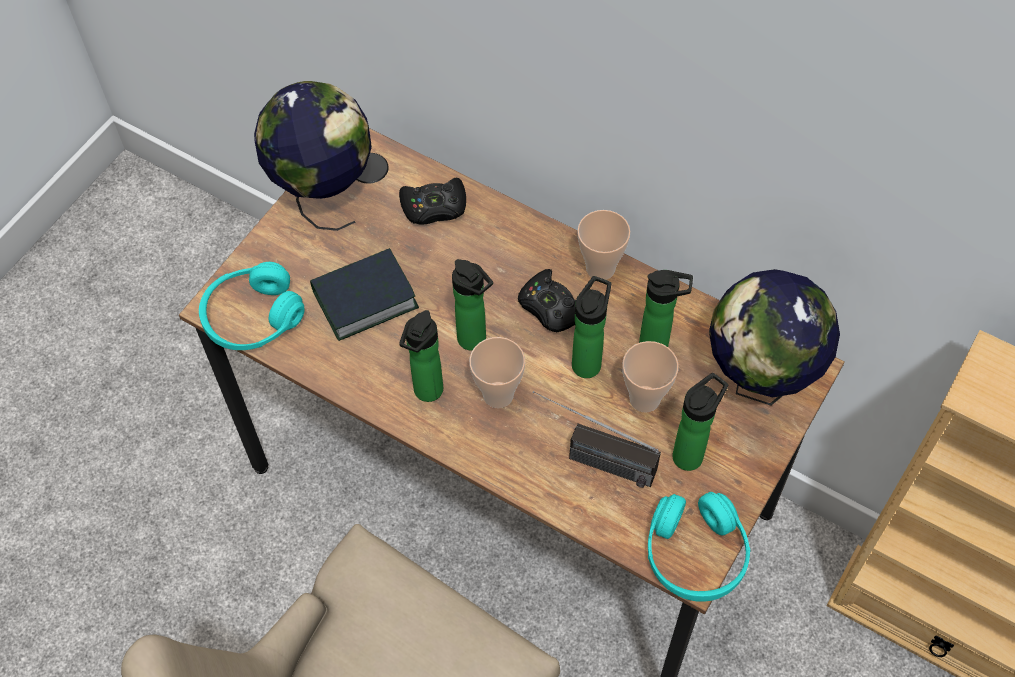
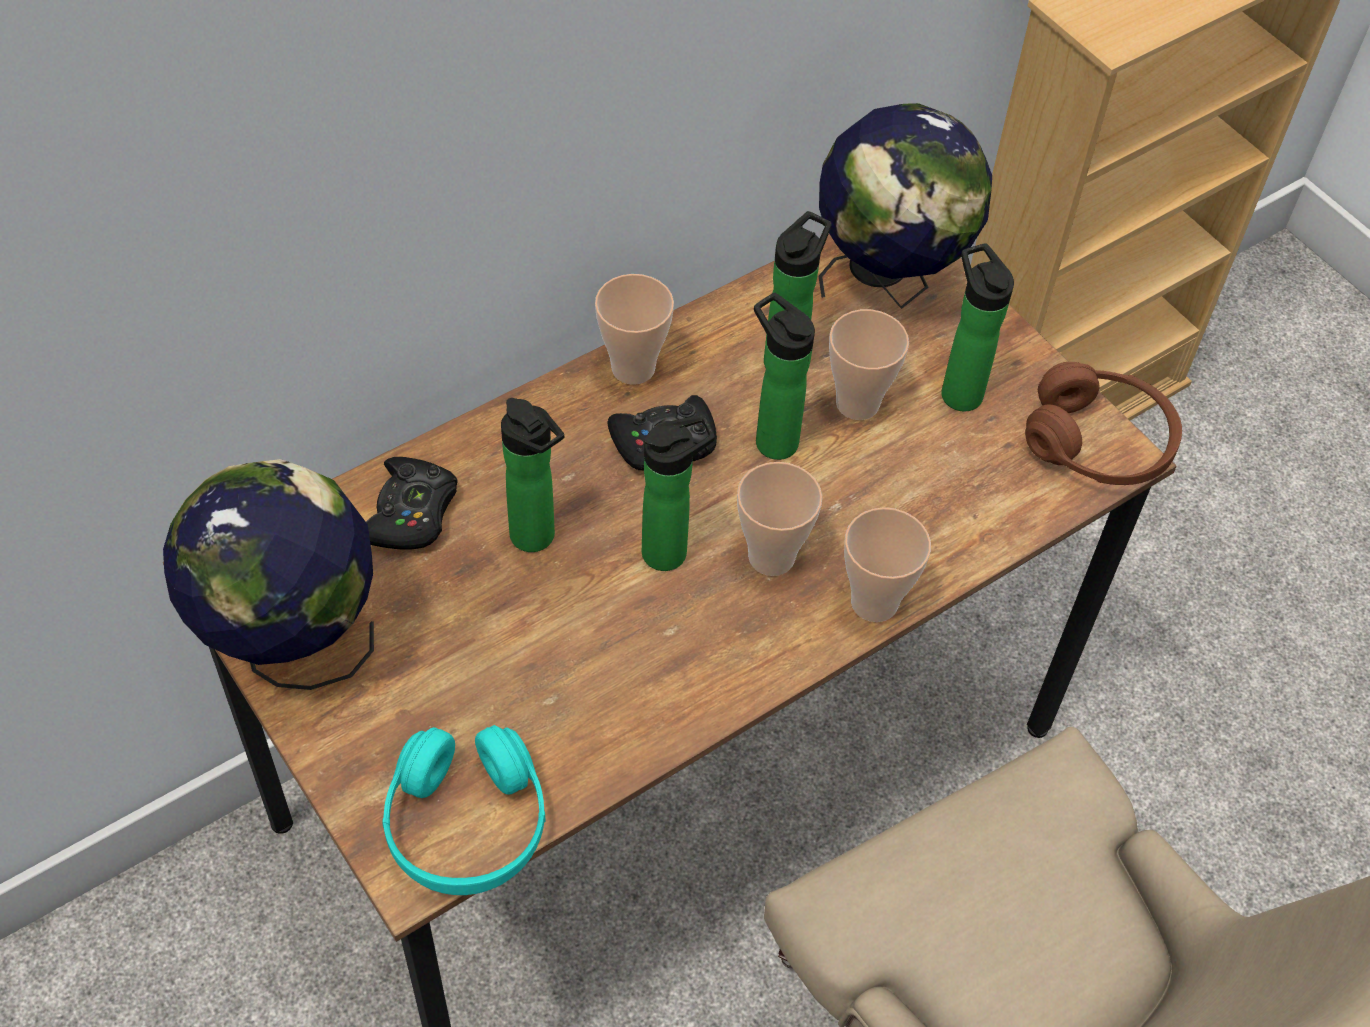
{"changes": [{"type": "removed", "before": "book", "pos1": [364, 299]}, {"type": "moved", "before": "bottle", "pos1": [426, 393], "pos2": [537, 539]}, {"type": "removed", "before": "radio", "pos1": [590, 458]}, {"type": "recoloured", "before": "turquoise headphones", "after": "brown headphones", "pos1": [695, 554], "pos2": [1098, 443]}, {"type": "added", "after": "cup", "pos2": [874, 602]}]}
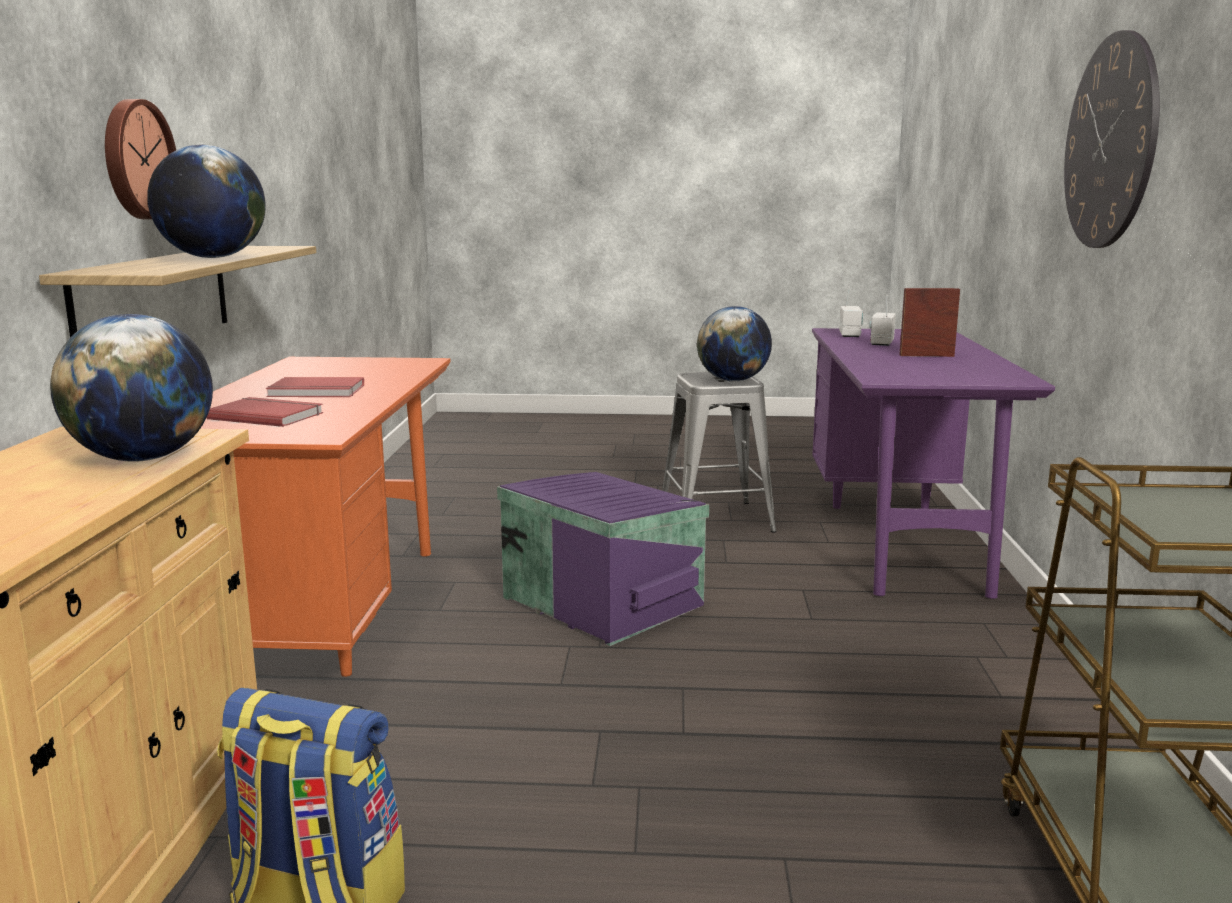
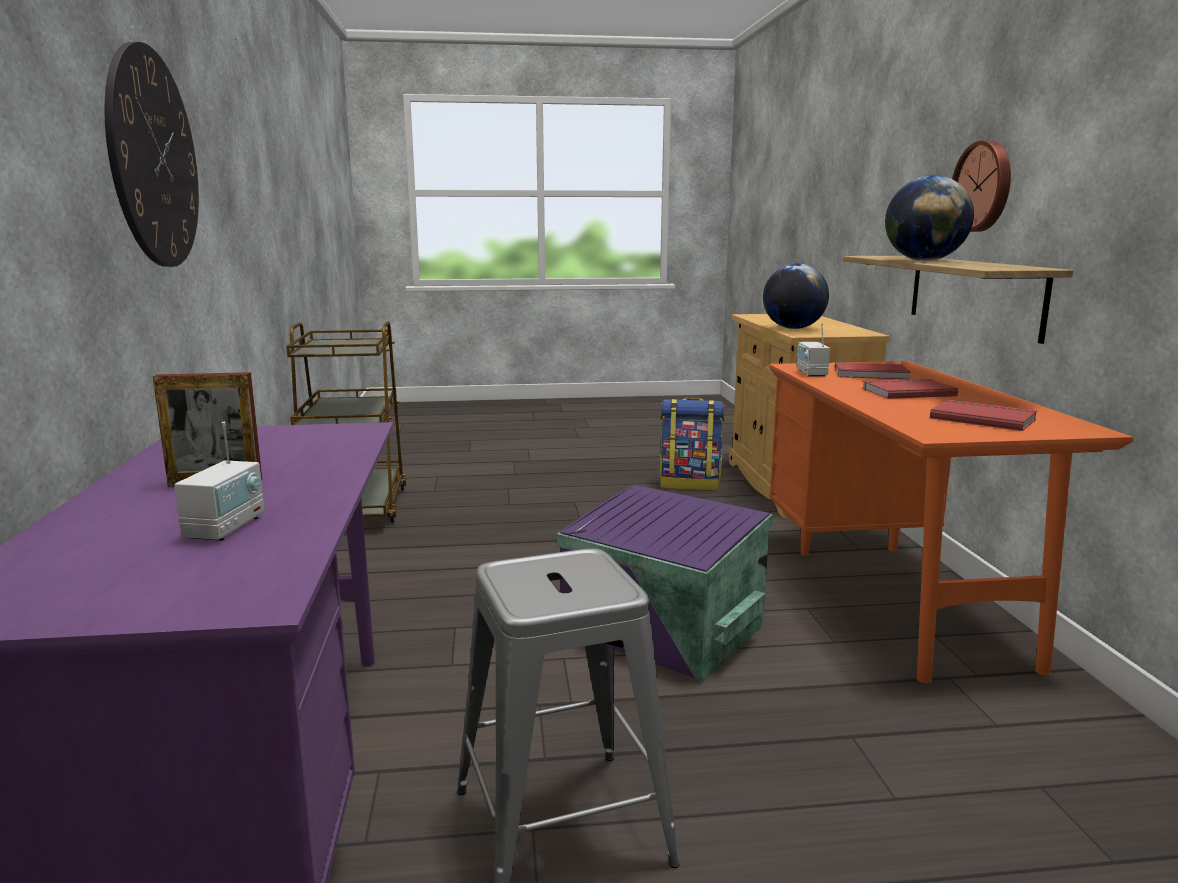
{"changes": [{"type": "removed", "before": "globe", "pos1": [733, 380]}, {"type": "moved", "before": "radio", "pos1": [850, 334], "pos2": [811, 373]}, {"type": "added", "after": "red book", "pos2": [982, 418]}]}
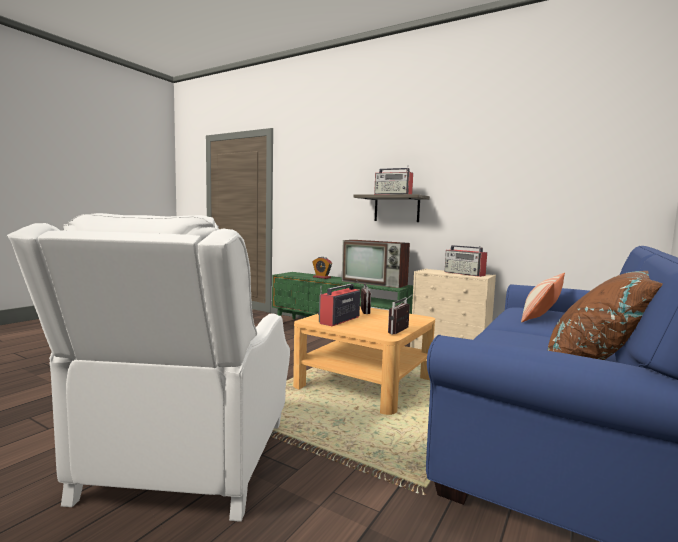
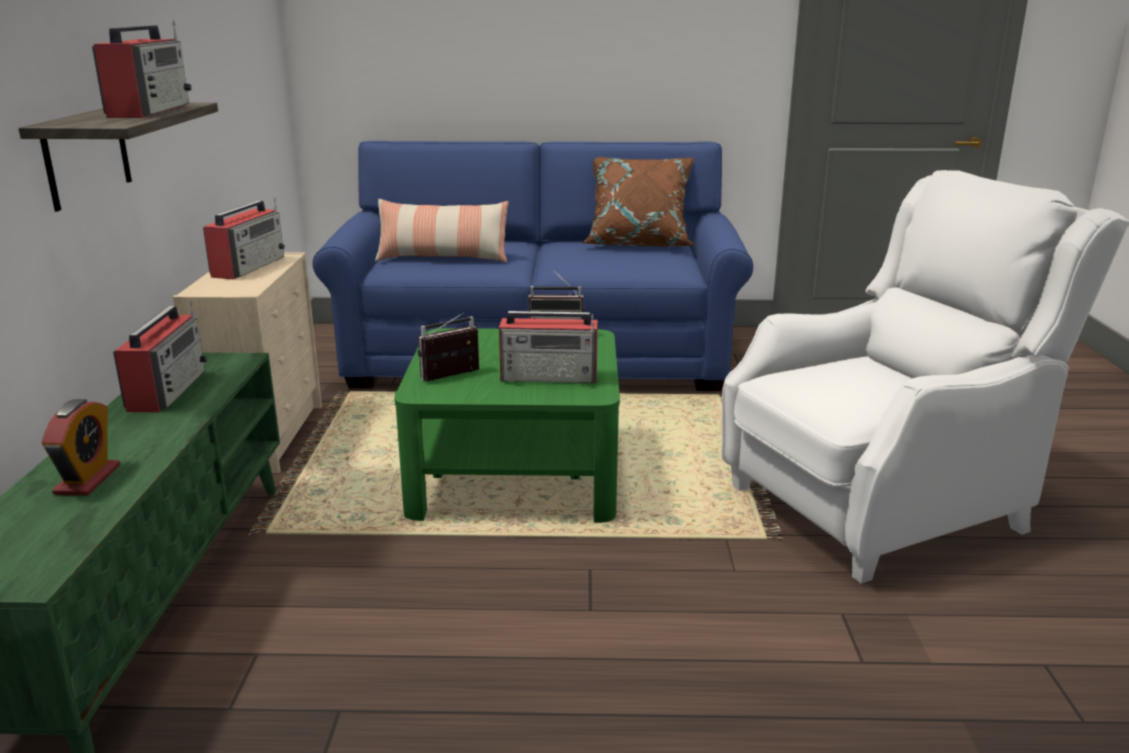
{"changes": [{"type": "recoloured", "before": "beige coffee table", "after": "green coffee table", "pos1": [365, 383], "pos2": [517, 472]}, {"type": "replaced", "before": "television", "after": "radio", "pos1": [375, 283], "pos2": [167, 390]}]}
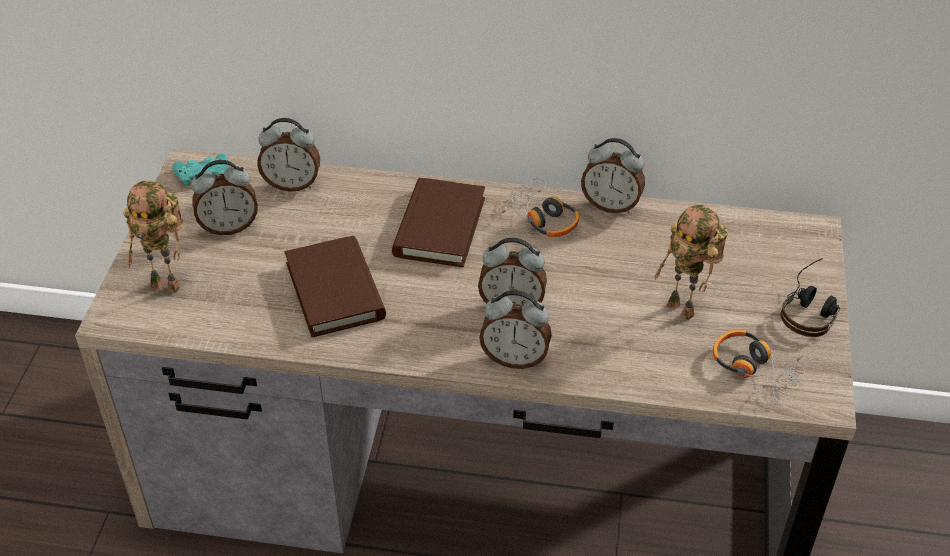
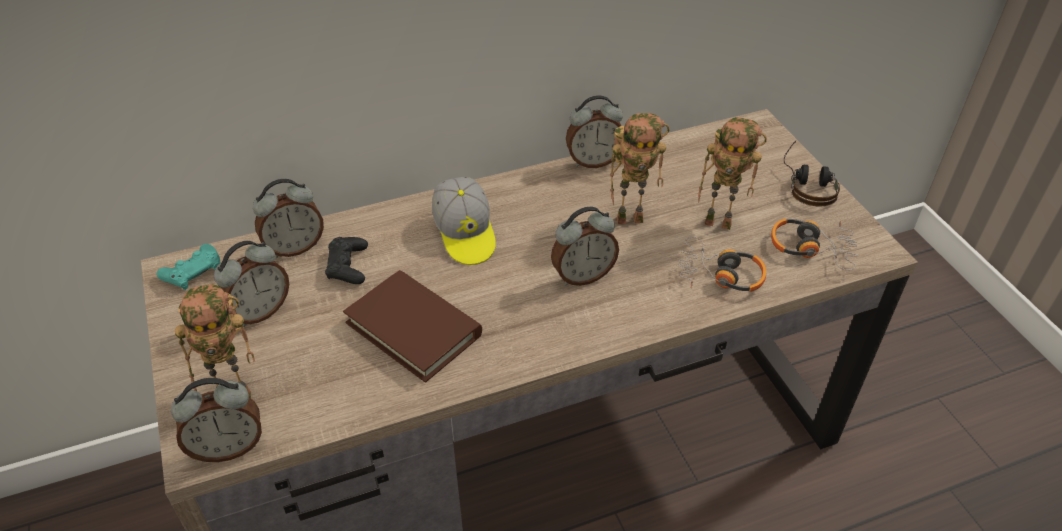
{"changes": [{"type": "replaced", "before": "brown book", "after": "cap", "pos1": [439, 227], "pos2": [465, 233]}, {"type": "moved", "before": "alarm clock", "pos1": [515, 358], "pos2": [228, 447]}, {"type": "moved", "before": "headphones", "pos1": [540, 217], "pos2": [720, 275]}, {"type": "added", "after": "black game controller", "pos2": [348, 266]}, {"type": "added", "after": "toy robot", "pos2": [631, 218]}]}
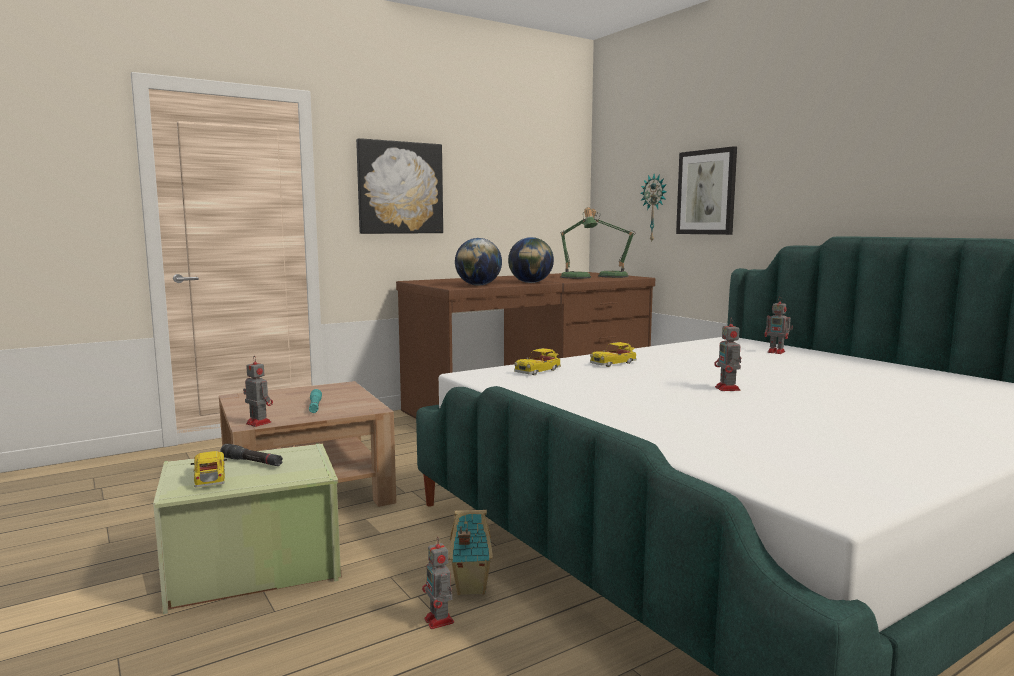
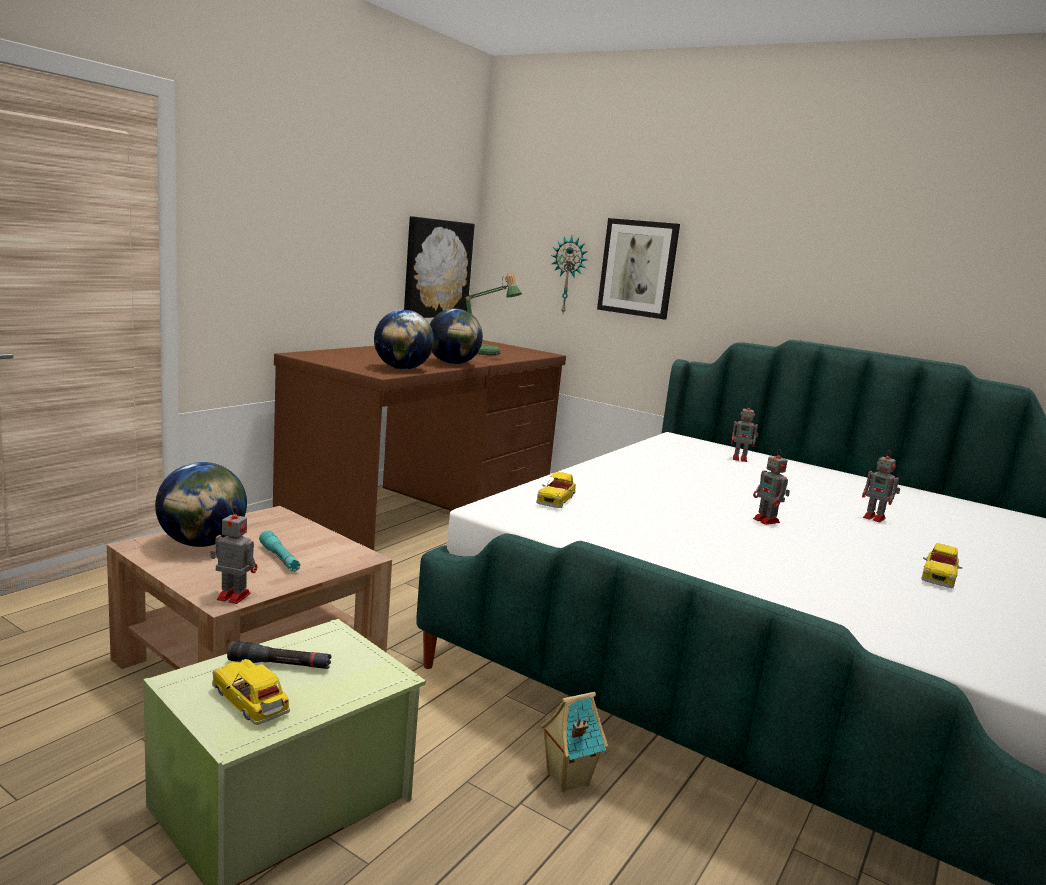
{"changes": [{"type": "moved", "before": "picture", "pos1": [400, 188], "pos2": [437, 268]}, {"type": "moved", "before": "toy robot", "pos1": [439, 621], "pos2": [875, 518]}, {"type": "removed", "before": "table lamp", "pos1": [608, 276]}, {"type": "moved", "before": "toy car", "pos1": [614, 363], "pos2": [939, 576]}, {"type": "added", "after": "globe", "pos2": [202, 543]}]}
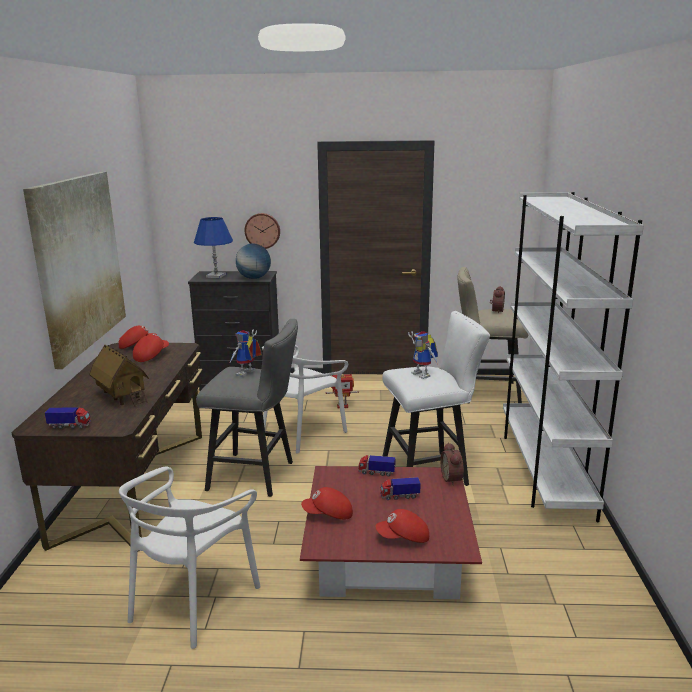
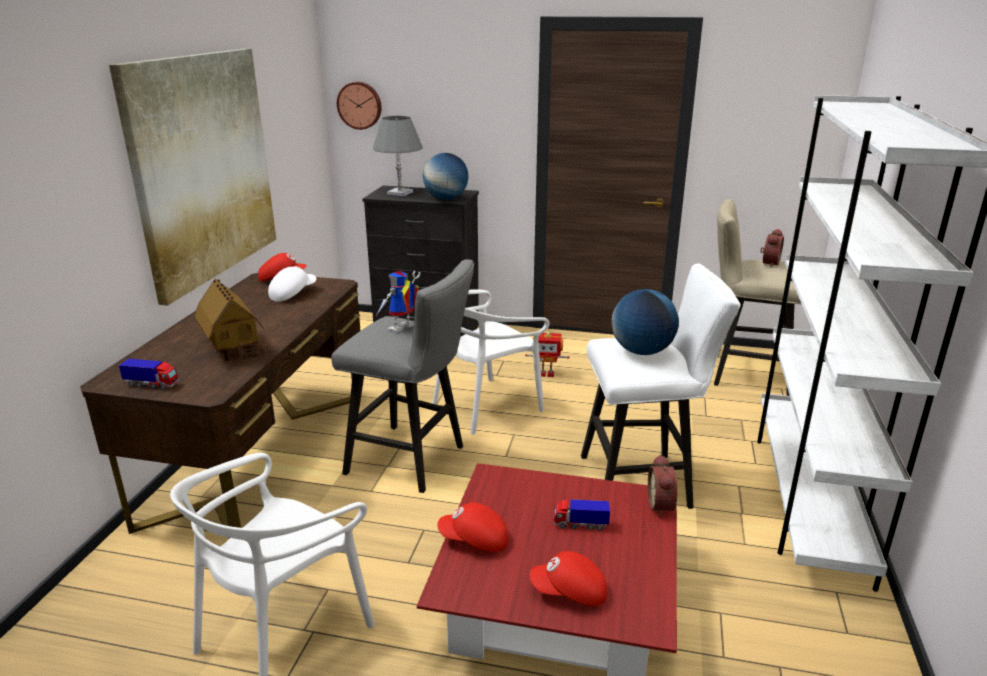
{"changes": [{"type": "recoloured", "before": "red cap", "after": "white cap", "pos1": [151, 356], "pos2": [292, 294]}, {"type": "recoloured", "before": "blue table lamp", "after": "grey table lamp", "pos1": [216, 276], "pos2": [400, 193]}, {"type": "moved", "before": "wall clock", "pos1": [262, 230], "pos2": [360, 105]}, {"type": "removed", "before": "toy truck", "pos1": [376, 472]}, {"type": "replaced", "before": "toy robot", "after": "globe", "pos1": [424, 374], "pos2": [642, 351]}]}
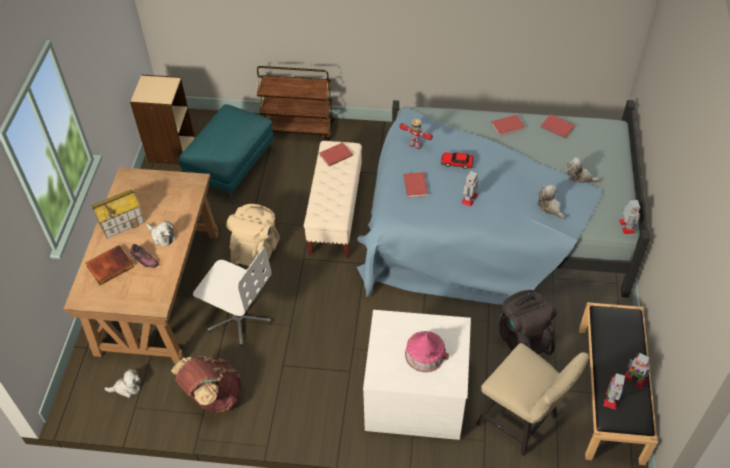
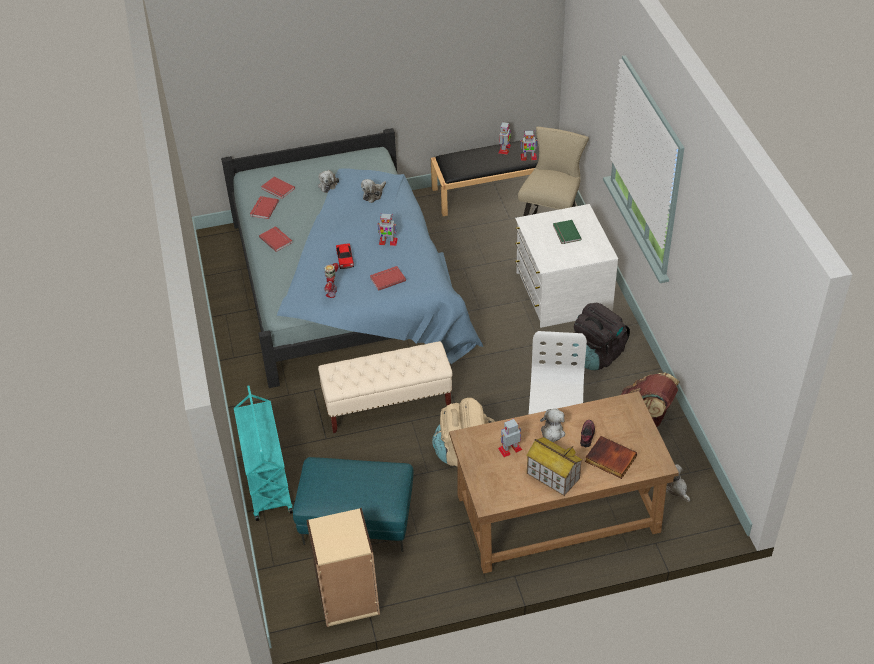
{"changes": [{"type": "recoloured", "before": "brown cart", "after": "turquoise cart", "pos1": [298, 128], "pos2": [266, 482]}, {"type": "moved", "before": "red book", "pos1": [335, 155], "pos2": [277, 189]}, {"type": "replaced", "before": "toy house", "after": "green book", "pos1": [425, 354], "pos2": [566, 233]}, {"type": "moved", "before": "black backpack", "pos1": [522, 338], "pos2": [597, 355]}, {"type": "moved", "before": "toy robot", "pos1": [627, 226], "pos2": [510, 449]}]}
